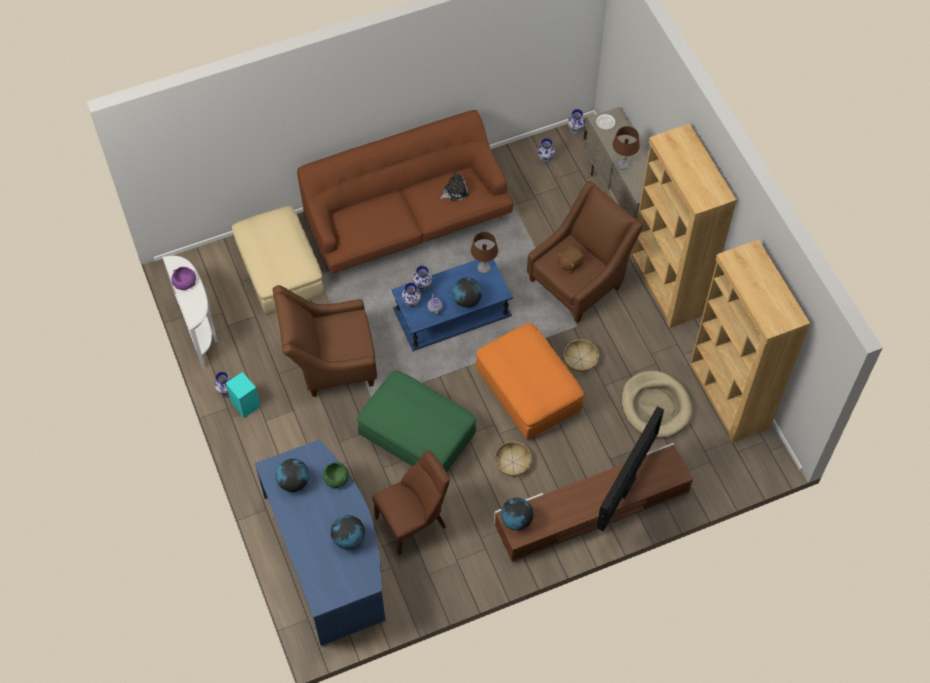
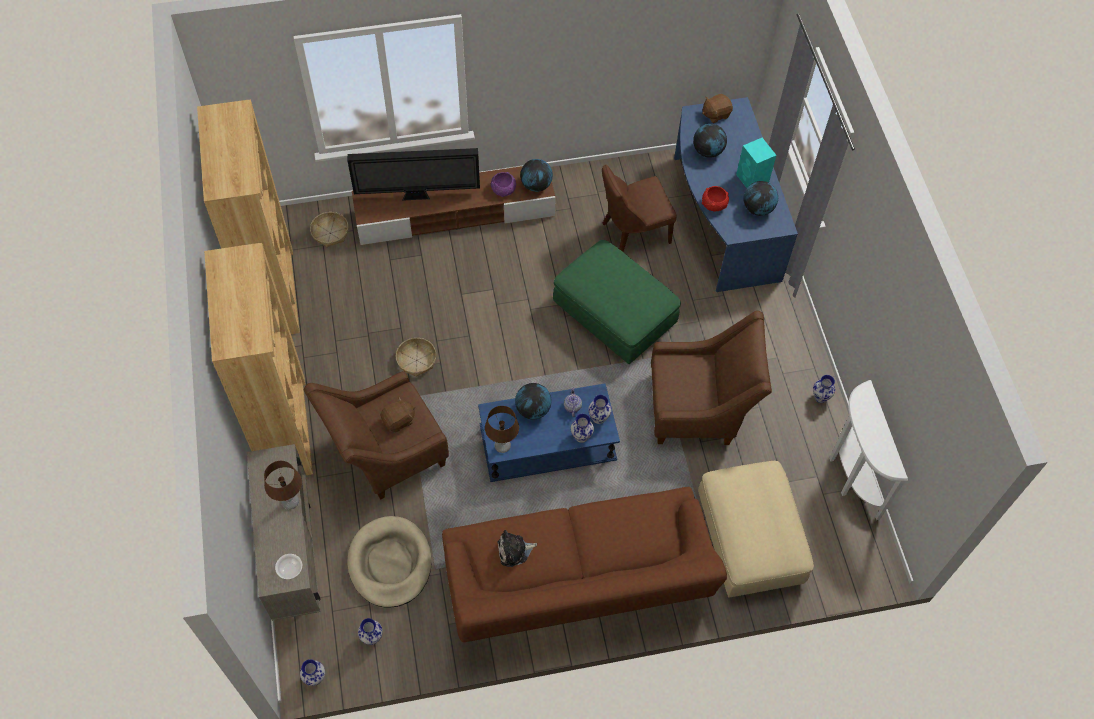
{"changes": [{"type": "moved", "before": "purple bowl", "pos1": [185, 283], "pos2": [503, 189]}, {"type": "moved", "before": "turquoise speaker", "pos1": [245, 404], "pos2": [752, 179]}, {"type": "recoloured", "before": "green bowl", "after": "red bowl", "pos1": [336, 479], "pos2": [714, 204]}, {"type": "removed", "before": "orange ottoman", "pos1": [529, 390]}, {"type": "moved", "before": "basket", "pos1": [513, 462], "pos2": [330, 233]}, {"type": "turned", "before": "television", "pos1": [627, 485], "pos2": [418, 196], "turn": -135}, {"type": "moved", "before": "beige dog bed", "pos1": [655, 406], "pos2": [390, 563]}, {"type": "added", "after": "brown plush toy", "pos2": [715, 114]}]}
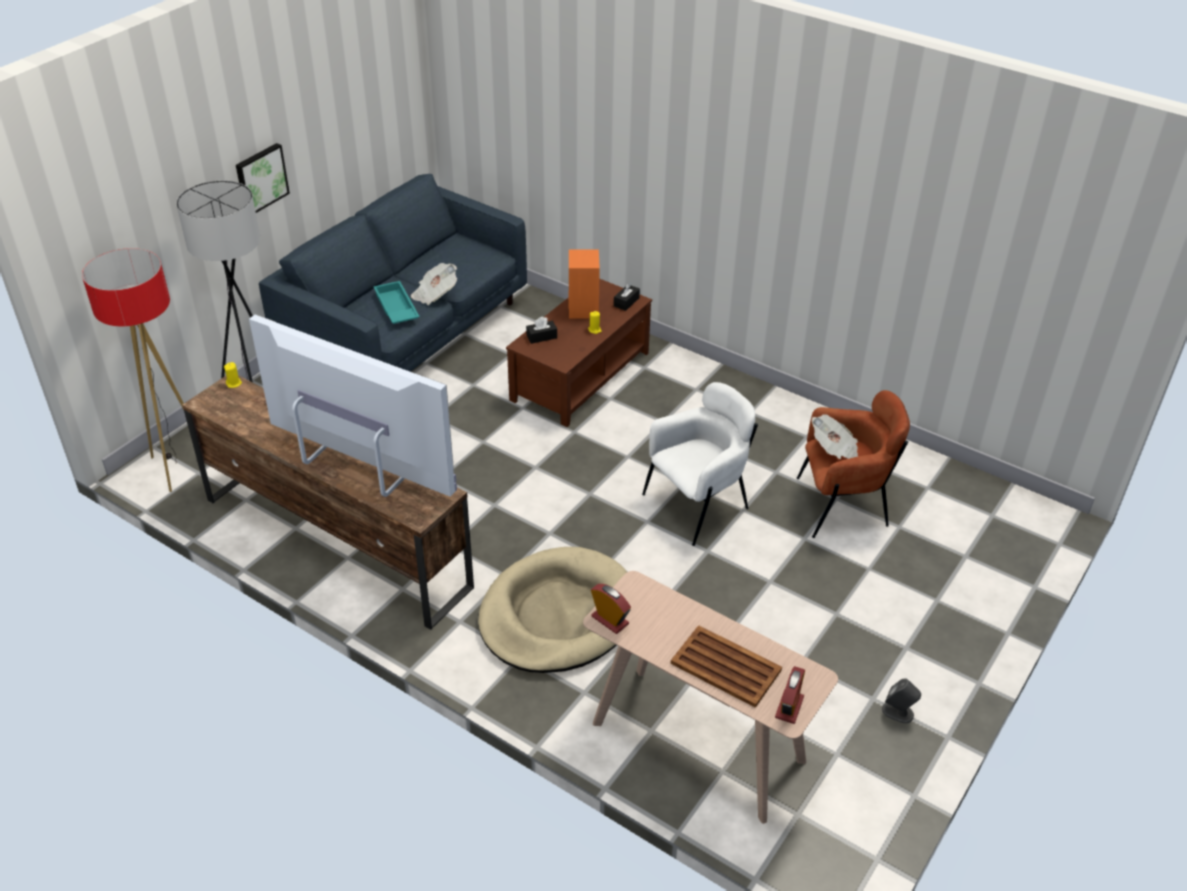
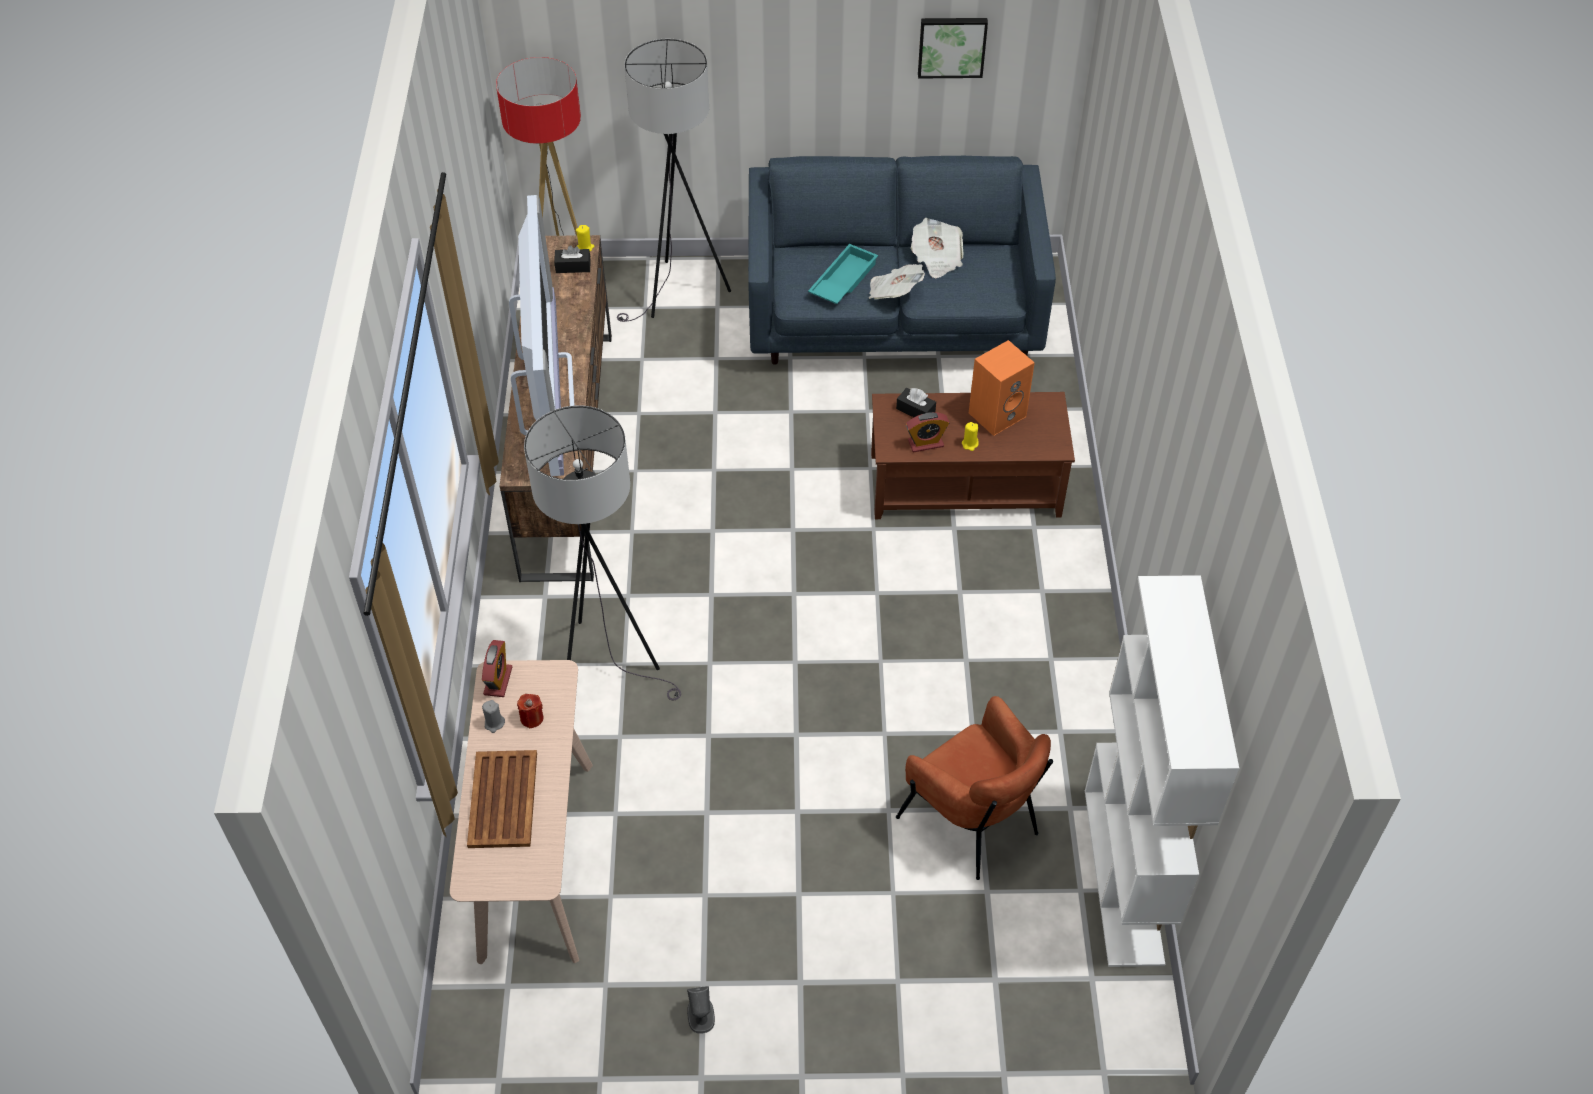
{"changes": [{"type": "moved", "before": "picture", "pos1": [260, 178], "pos2": [952, 46]}, {"type": "replaced", "before": "beige dog bed", "after": "grey floor lamp", "pos1": [558, 615], "pos2": [609, 663]}, {"type": "moved", "before": "black tissue box", "pos1": [626, 302], "pos2": [573, 266]}, {"type": "removed", "before": "white armchair", "pos1": [698, 505]}, {"type": "moved", "before": "alarm clock", "pos1": [789, 707], "pos2": [925, 443]}, {"type": "moved", "before": "newspaper", "pos1": [834, 449], "pos2": [936, 258]}, {"type": "added", "after": "grey candle", "pos2": [494, 723]}, {"type": "added", "after": "red candle", "pos2": [532, 718]}, {"type": "added", "after": "white bookcase", "pos2": [1124, 876]}]}
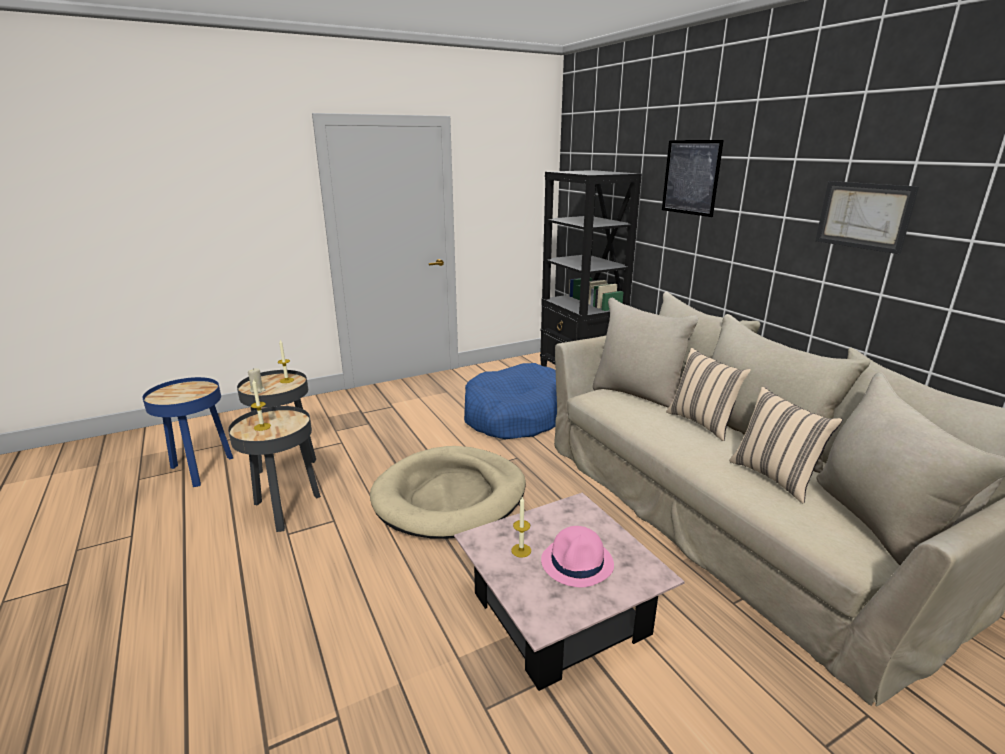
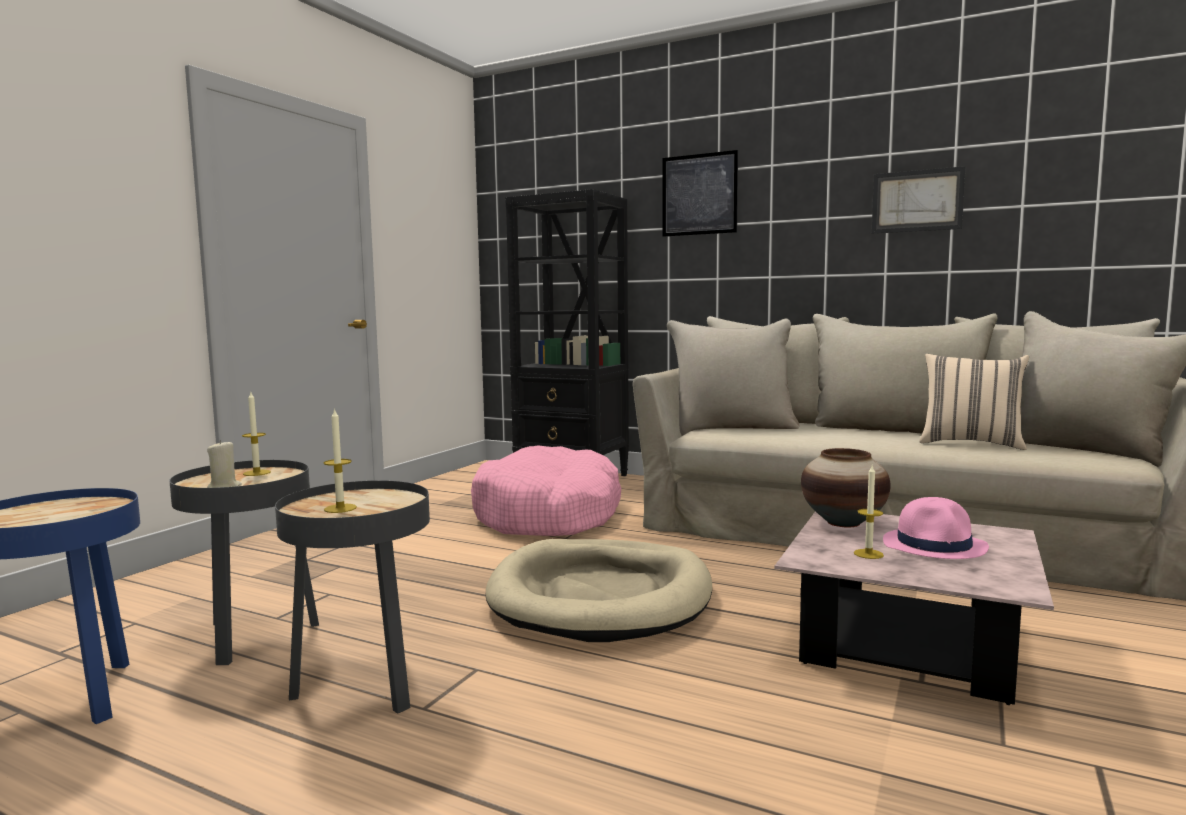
{"changes": [{"type": "recoloured", "before": "blue dog bed", "after": "pink dog bed", "pos1": [517, 416], "pos2": [548, 515]}, {"type": "removed", "before": "beige pillow", "pos1": [702, 423]}, {"type": "added", "after": "vase", "pos2": [842, 523]}]}
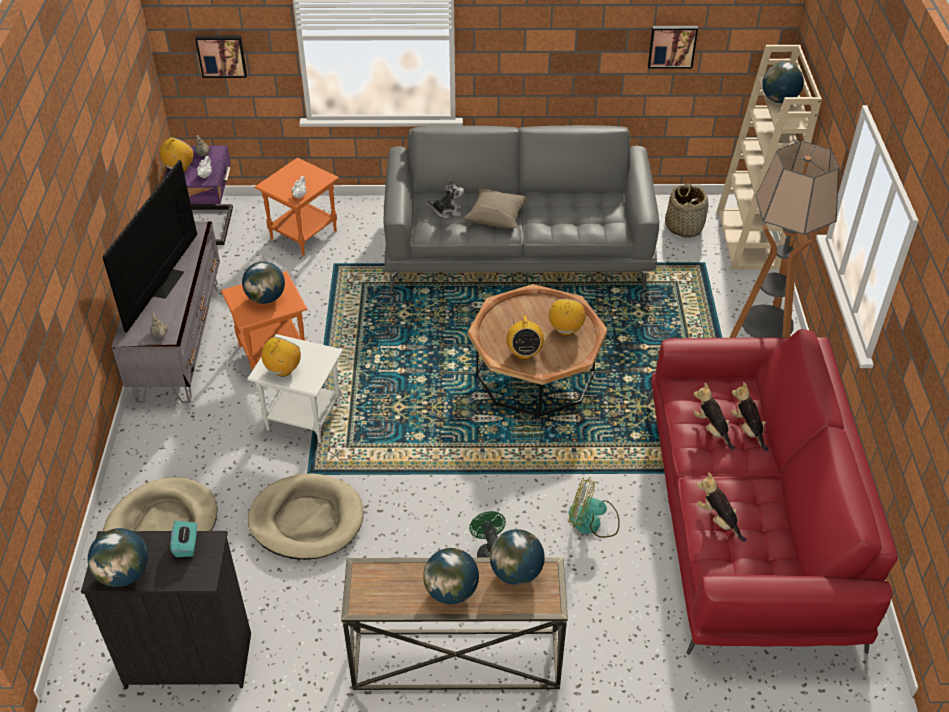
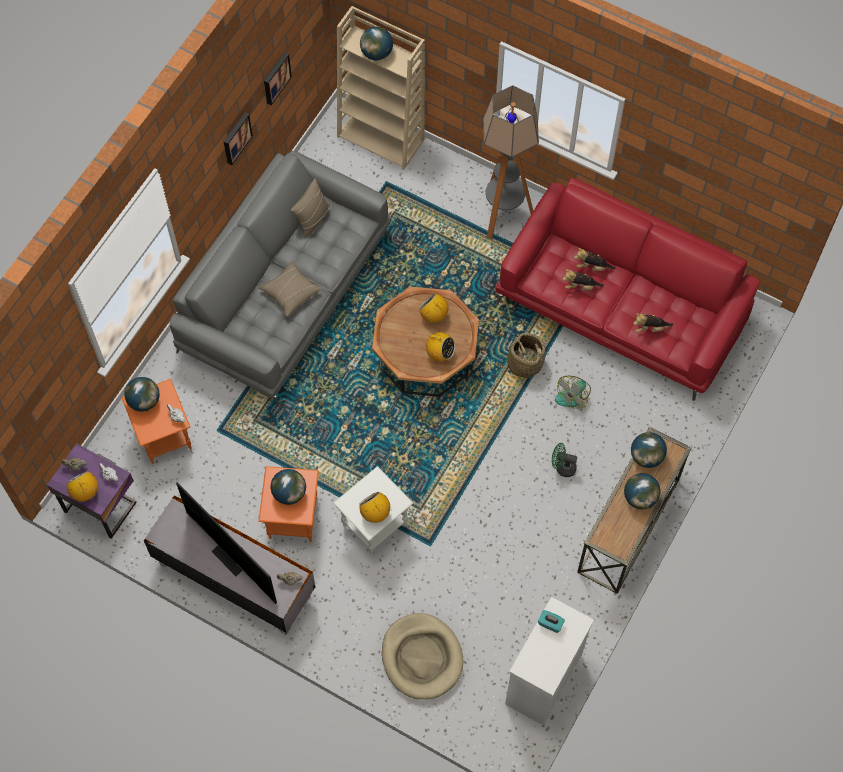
{"changes": [{"type": "recoloured", "before": "black dresser", "after": "white dresser", "pos1": [188, 659], "pos2": [542, 680]}, {"type": "moved", "before": "globe", "pos1": [124, 573], "pos2": [144, 401]}, {"type": "moved", "before": "picture", "pos1": [221, 55], "pos2": [236, 137]}, {"type": "removed", "before": "beige dog bed", "pos1": [307, 520]}, {"type": "removed", "before": "plush toy", "pos1": [447, 211]}, {"type": "moved", "before": "basket", "pos1": [684, 226], "pos2": [525, 363]}, {"type": "added", "after": "beige pillow", "pos2": [312, 219]}]}
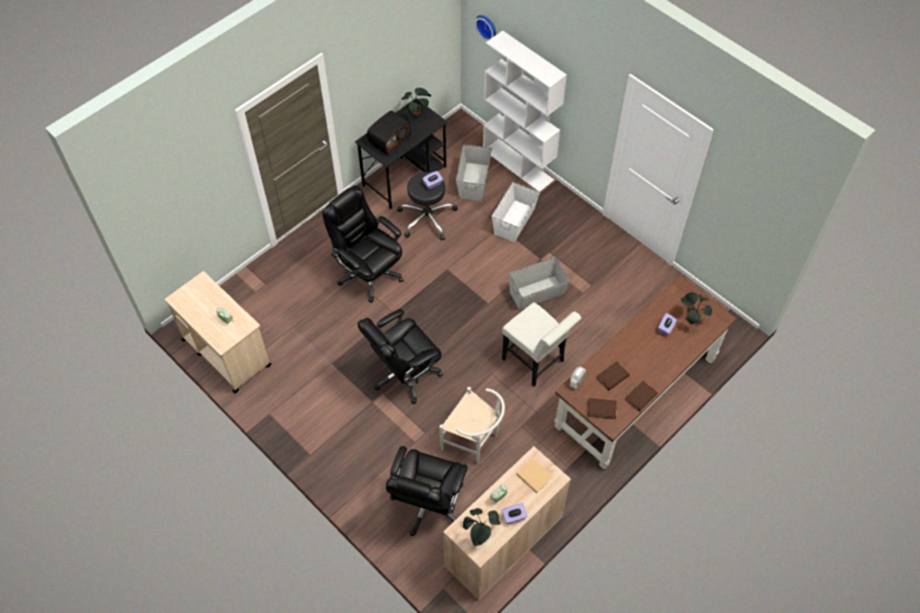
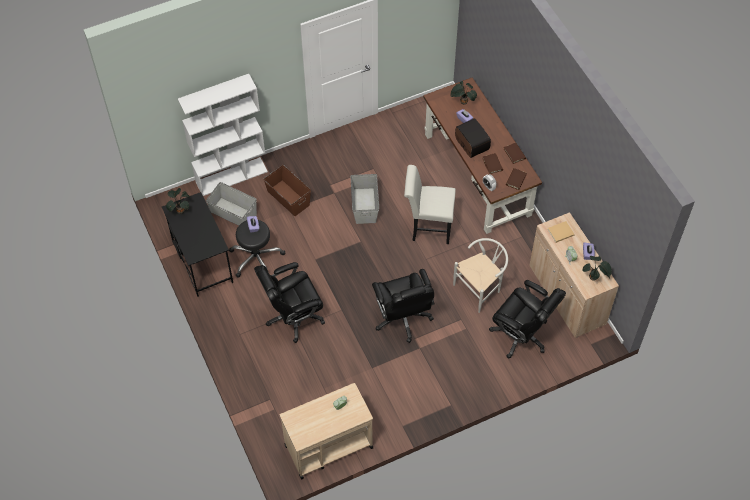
{"changes": [{"type": "moved", "before": "radio", "pos1": [389, 139], "pos2": [471, 144]}, {"type": "removed", "before": "wall clock", "pos1": [487, 27]}, {"type": "recoloured", "before": "white storage box", "after": "brown storage box", "pos1": [514, 221], "pos2": [288, 198]}, {"type": "turned", "before": "white chair", "pos1": [536, 362], "pos2": [428, 227], "turn": -150}]}
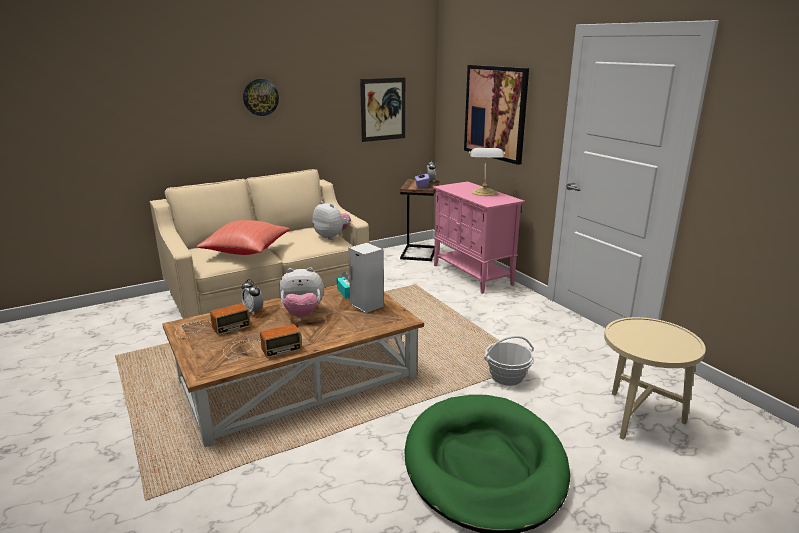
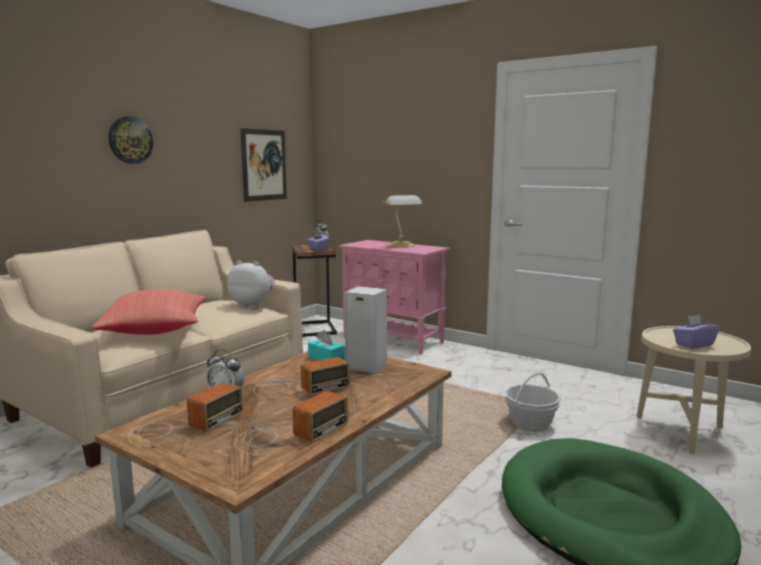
{"changes": [{"type": "replaced", "before": "plush toy", "after": "radio", "pos1": [302, 314], "pos2": [297, 388]}, {"type": "removed", "before": "picture", "pos1": [495, 112]}, {"type": "added", "after": "purple tissue box", "pos2": [693, 344]}]}
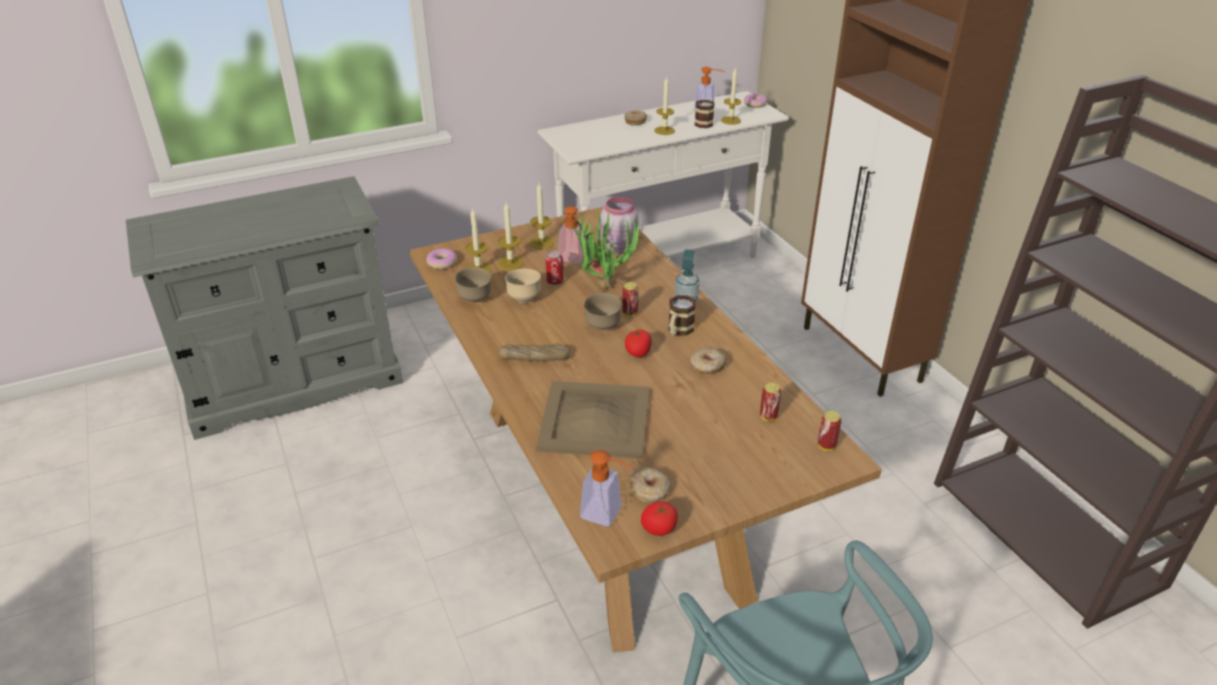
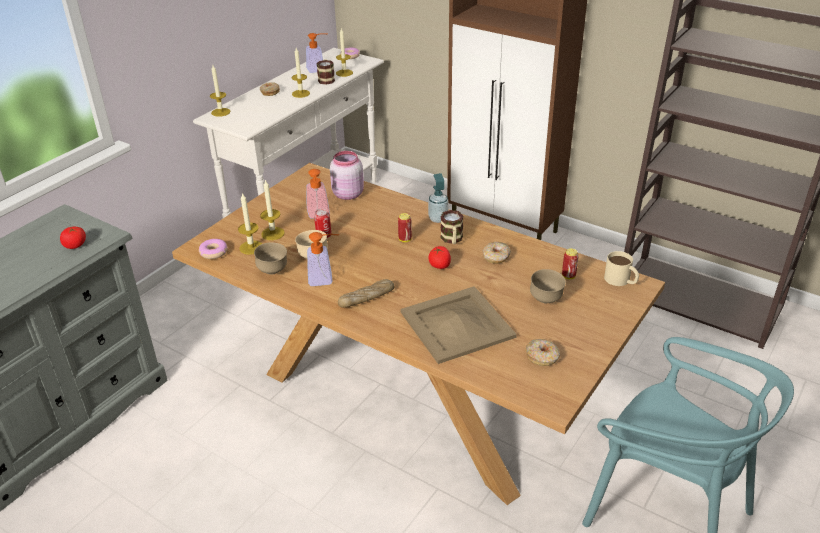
{"changes": [{"type": "moved", "before": "candle", "pos1": [542, 242], "pos2": [220, 112]}, {"type": "removed", "before": "potted plant", "pos1": [604, 282]}, {"type": "moved", "before": "soap dispenser", "pos1": [607, 515], "pos2": [325, 279]}, {"type": "moved", "before": "brown bowl", "pos1": [602, 327], "pos2": [546, 300]}, {"type": "moved", "before": "tomato", "pos1": [659, 529], "pos2": [75, 245]}, {"type": "replaced", "before": "can", "after": "beige mug", "pos1": [826, 446], "pos2": [621, 281]}]}
